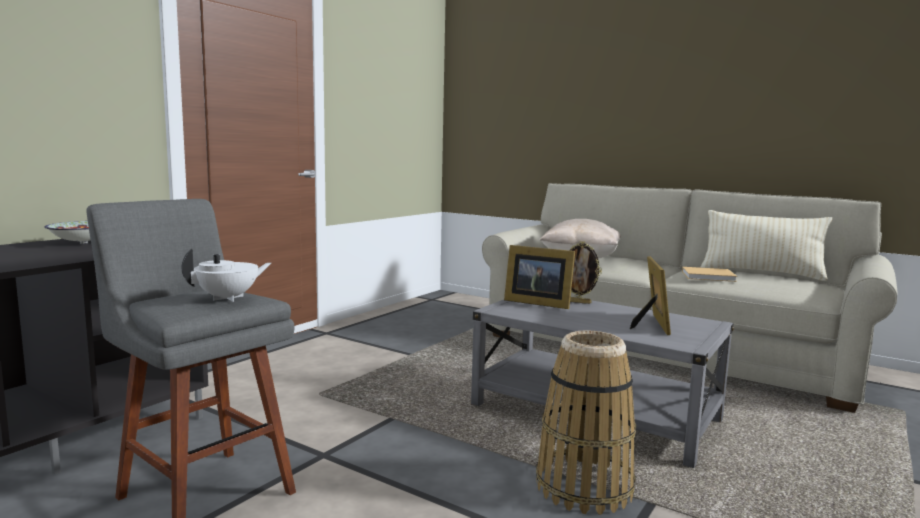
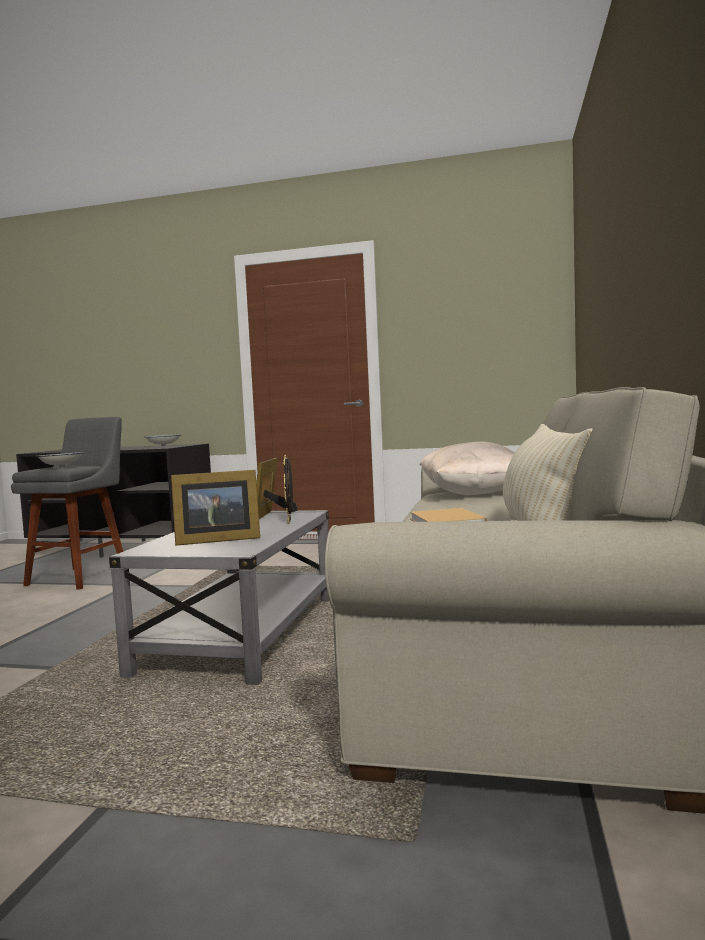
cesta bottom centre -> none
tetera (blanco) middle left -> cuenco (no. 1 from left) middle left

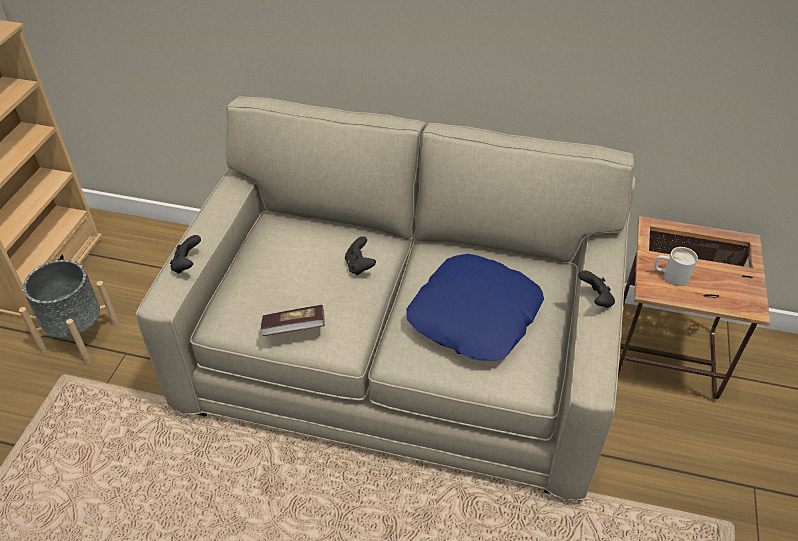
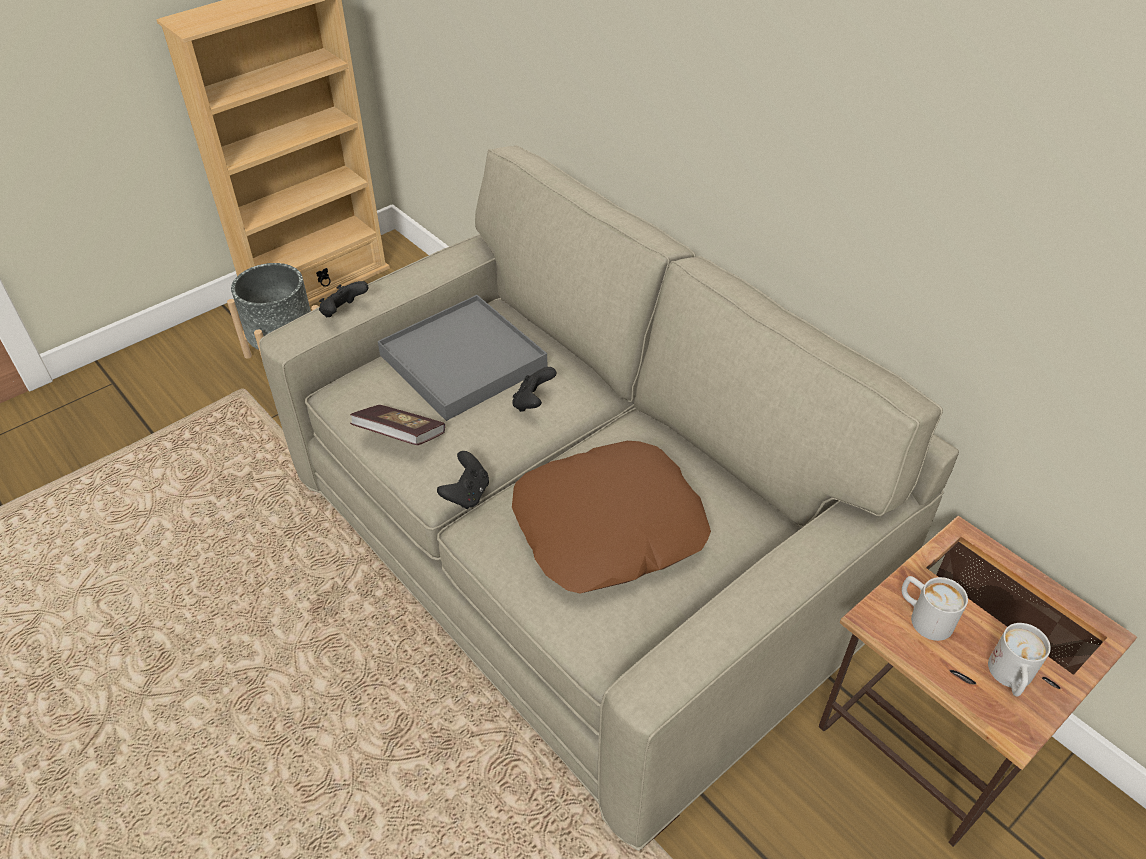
none -> bandeja (gris) centre
none -> taza grande (blanco) (no. 2 from left) bottom right
mando de consola (negro) (no. 3 from left in the first image) middle right -> mando de consola (negro) (no. 2 from left) centre, shifted
cojín (azul) centre -> cojín (marrón) centre

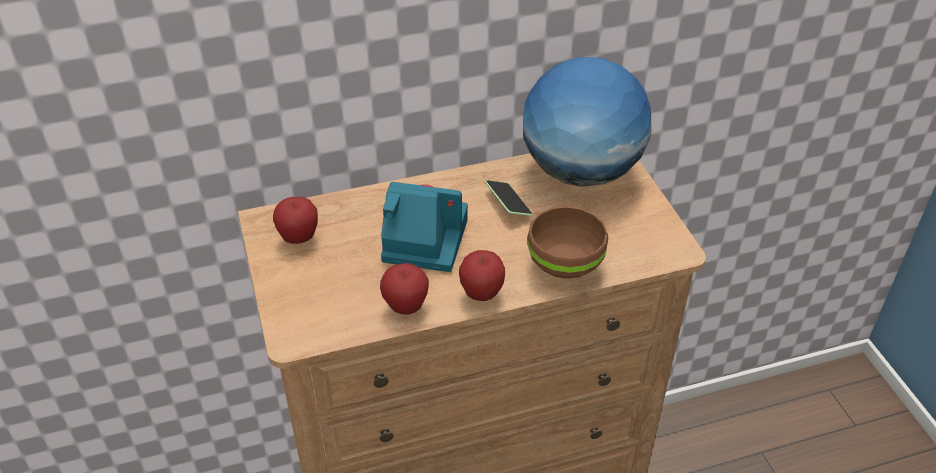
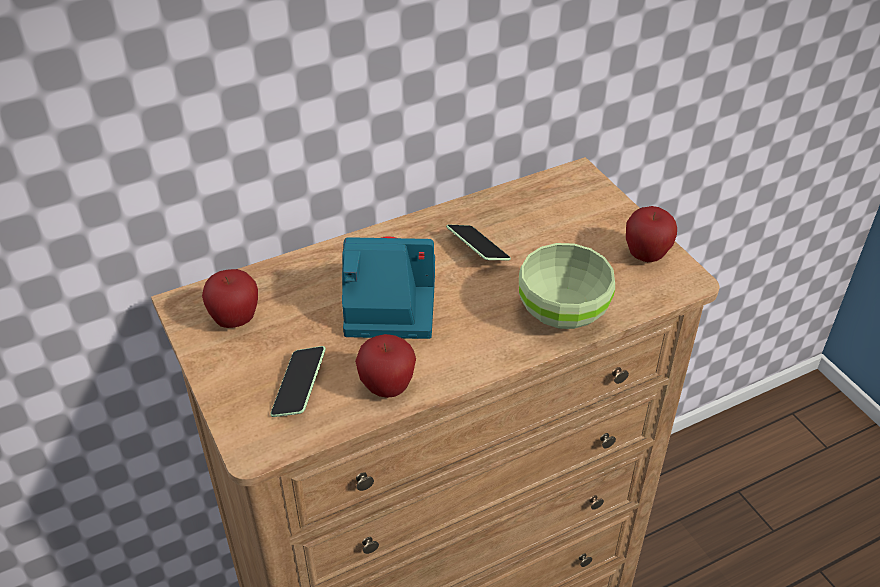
globo terráqueo top centre -> none
none -> móvil (no. 1 from left) centre
manzana (no. 3 from left) centre -> manzana (no. 3 from left) middle right, shifted
cuenco (marrón) centre -> cuenco (verde) centre

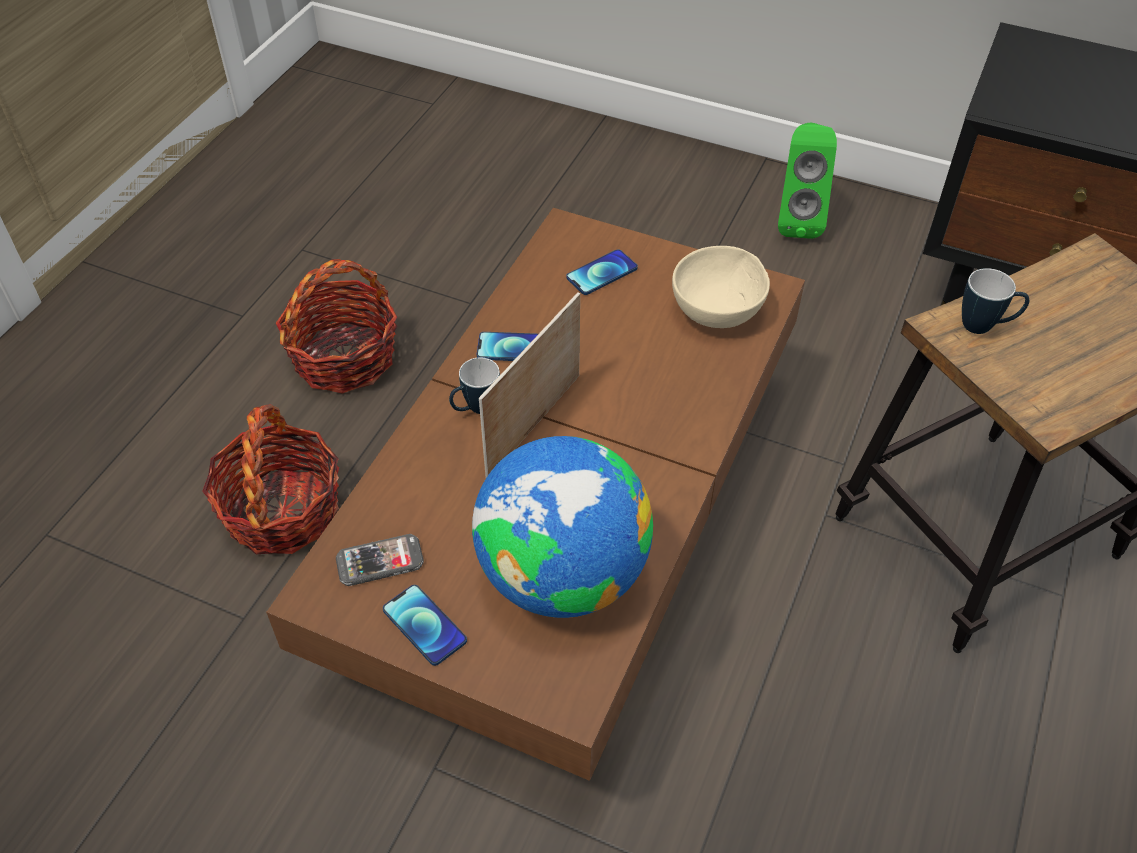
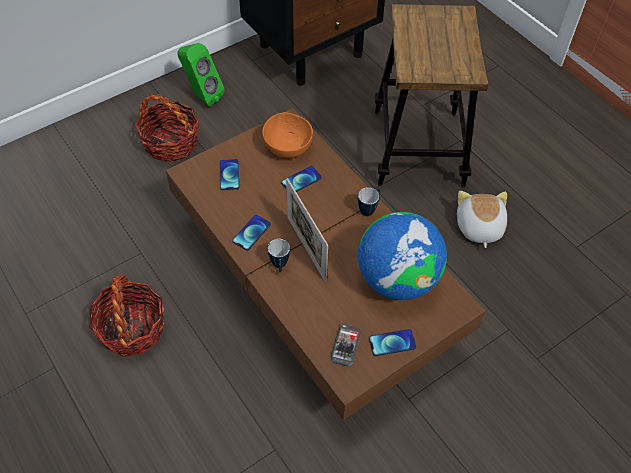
none -> móvil (no. 3 from left) centre
none -> peluche middle right
cesta (no. 1 from left in the first image) middle left -> cesta (no. 2 from left) top left, shifted
taza grande (no. 2 from left) middle right -> taza grande (no. 2 from left) centre, shifted
cuenco (beis) centre -> cuenco (naranja) top centre

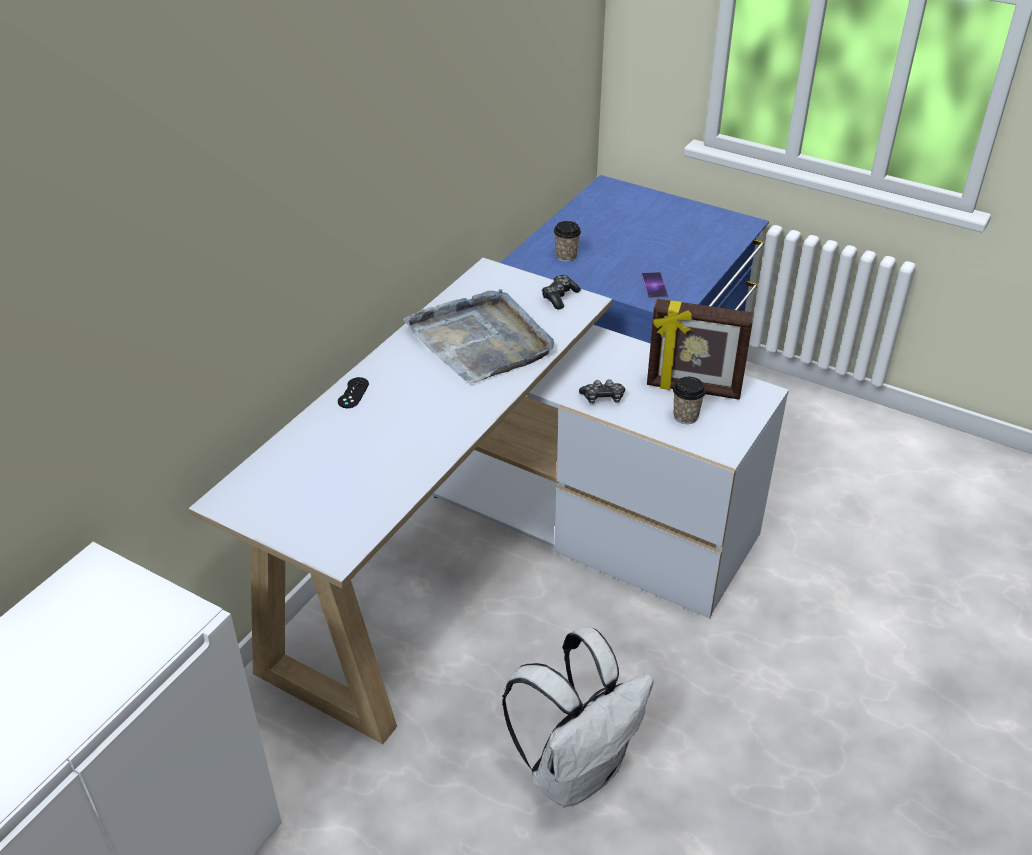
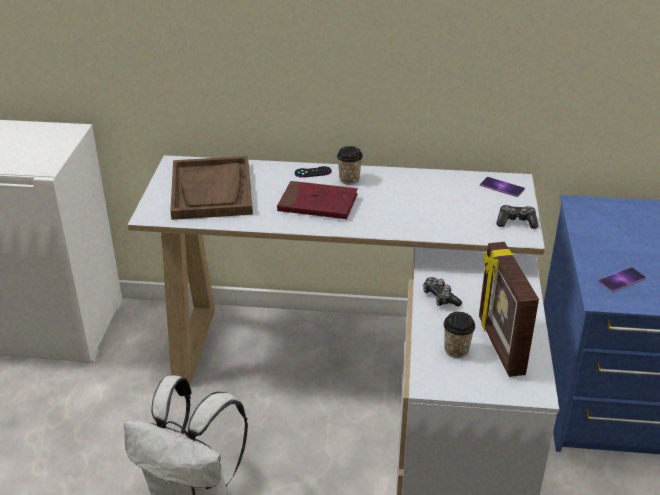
bandeja (gris) centre -> none
none -> bandeja (marrón) middle left
none -> libro (rojo) centre
none -> móvil (no. 1 from left) middle right
taza (no. 1 from left) top centre -> taza (no. 1 from left) centre, shifted

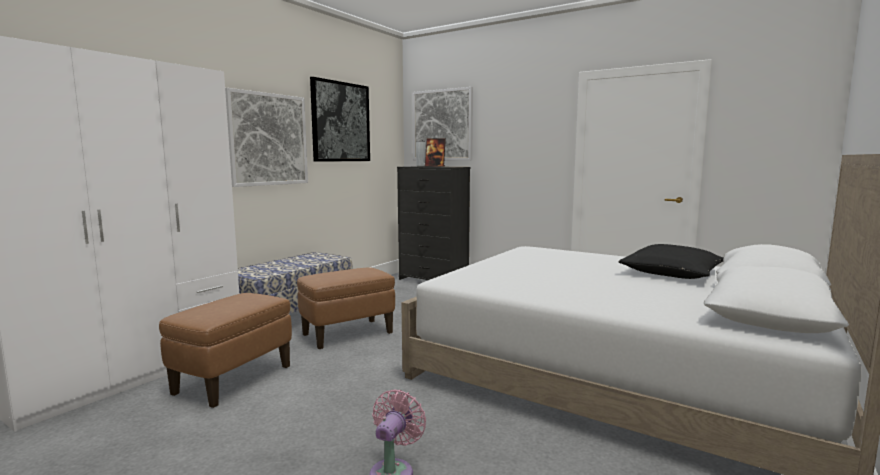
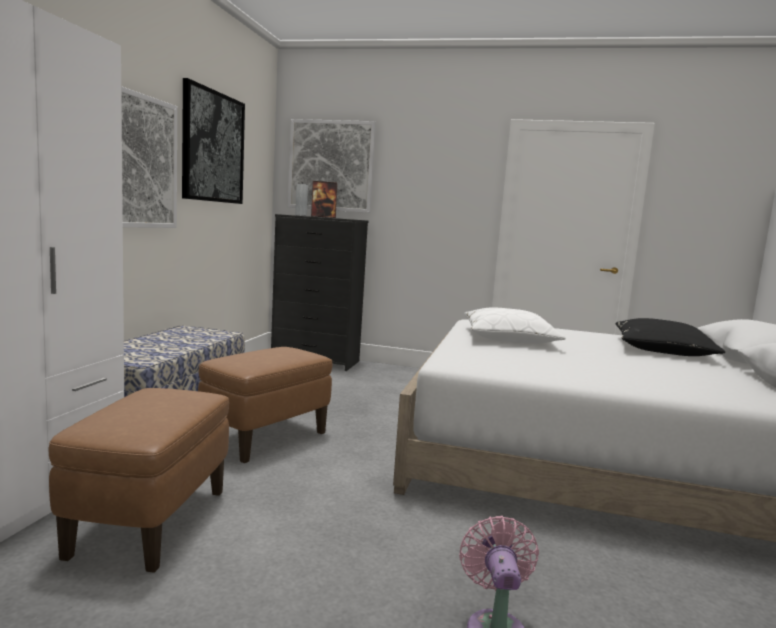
none -> cojín (blanco) centre

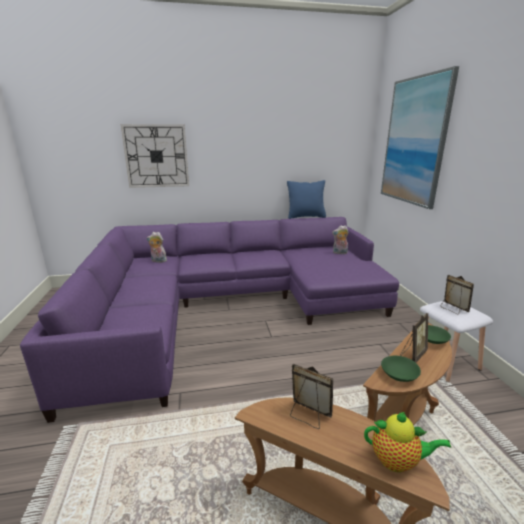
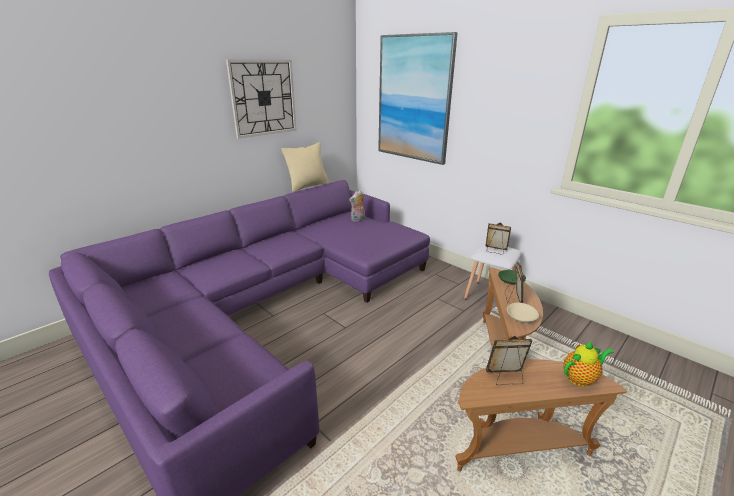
peluche (no. 1 from left) middle left -> none
reloj de pared top left -> reloj de pared top centre, shifted
cojín (azul) centre -> cojín (beis) centre
cuenco (verde) (no. 1 from left) bottom right -> cuenco (beis) middle right

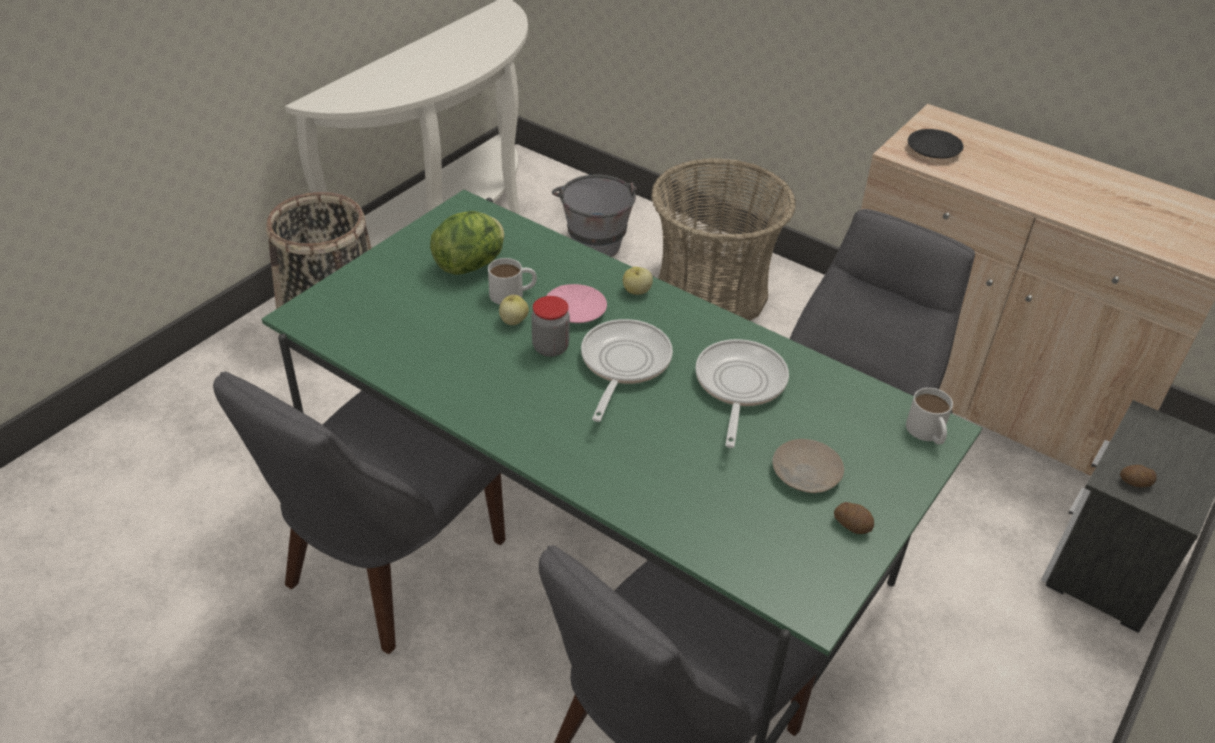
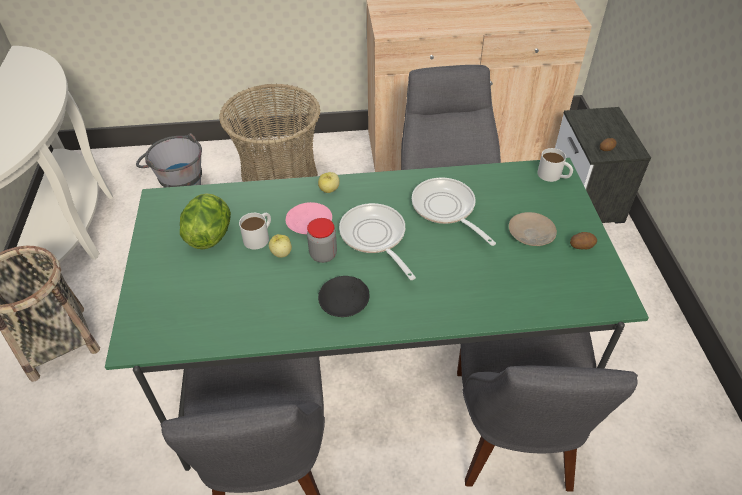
plato (negro) top right -> plato (negro) centre, shifted

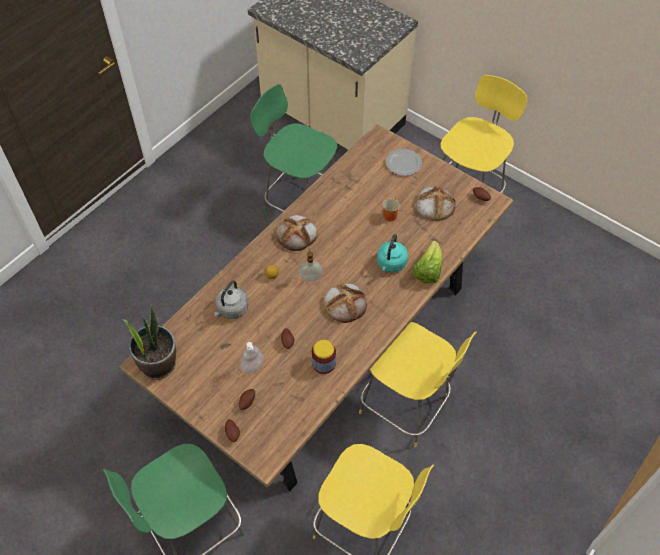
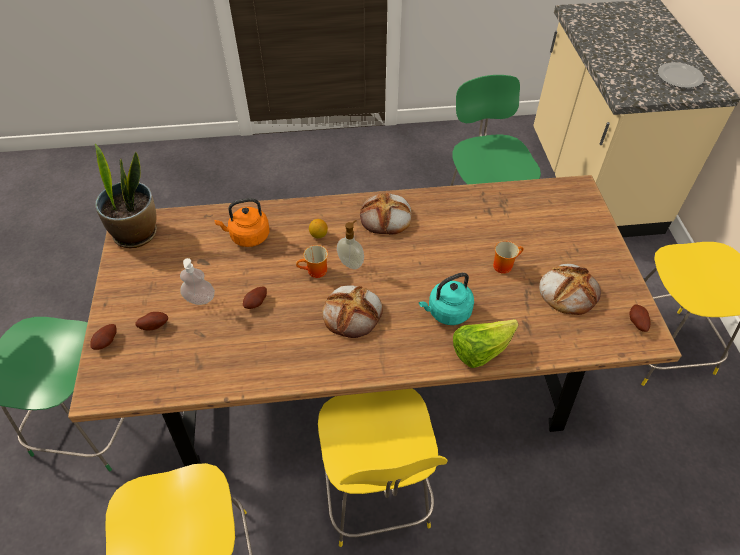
tarro centre -> none
none -> taza grande (no. 1 from left) centre
plato top centre -> plato top right, shifted
hervidor (gris) centre -> hervidor (naranja) middle left

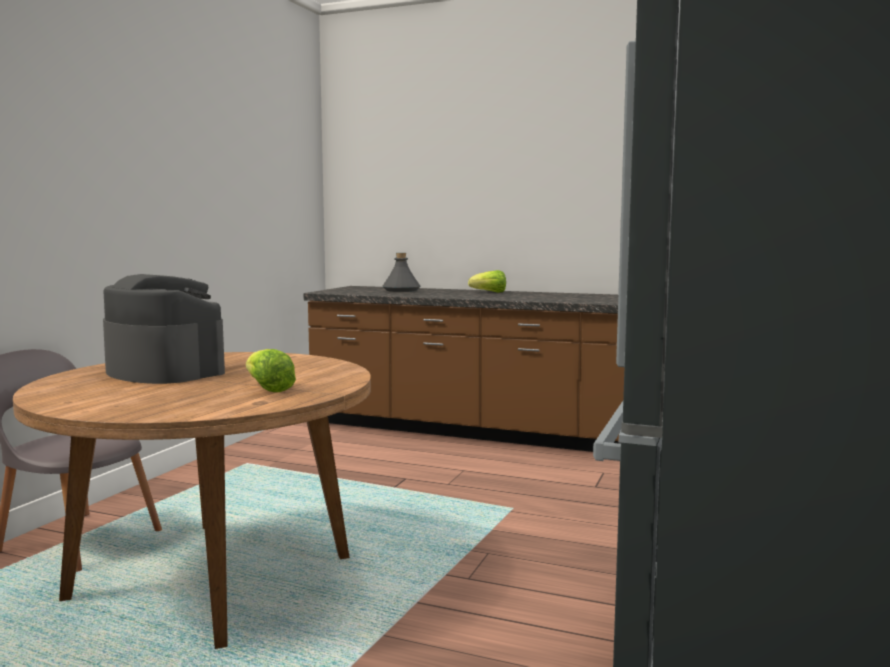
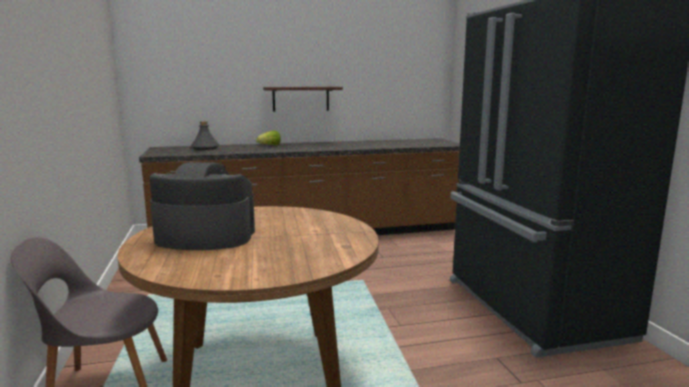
lechuga (no. 1 from left) middle left -> none
none -> estante top centre

